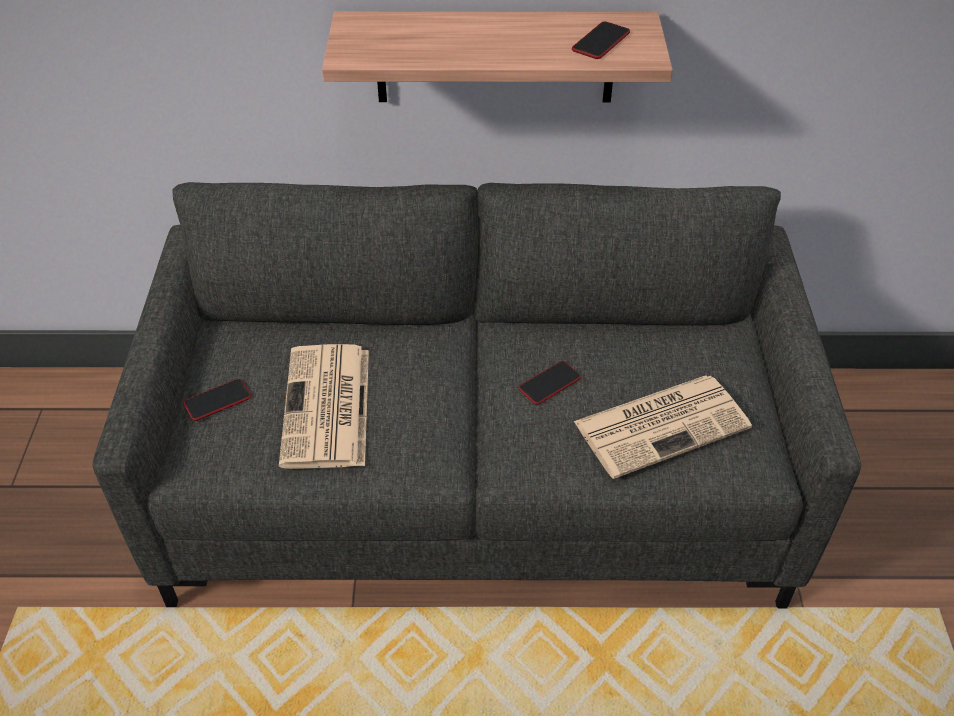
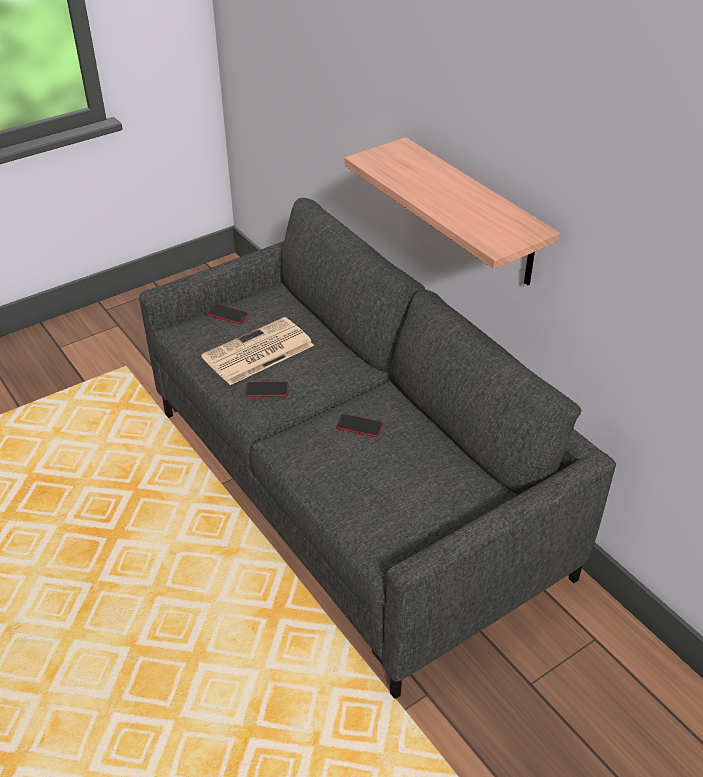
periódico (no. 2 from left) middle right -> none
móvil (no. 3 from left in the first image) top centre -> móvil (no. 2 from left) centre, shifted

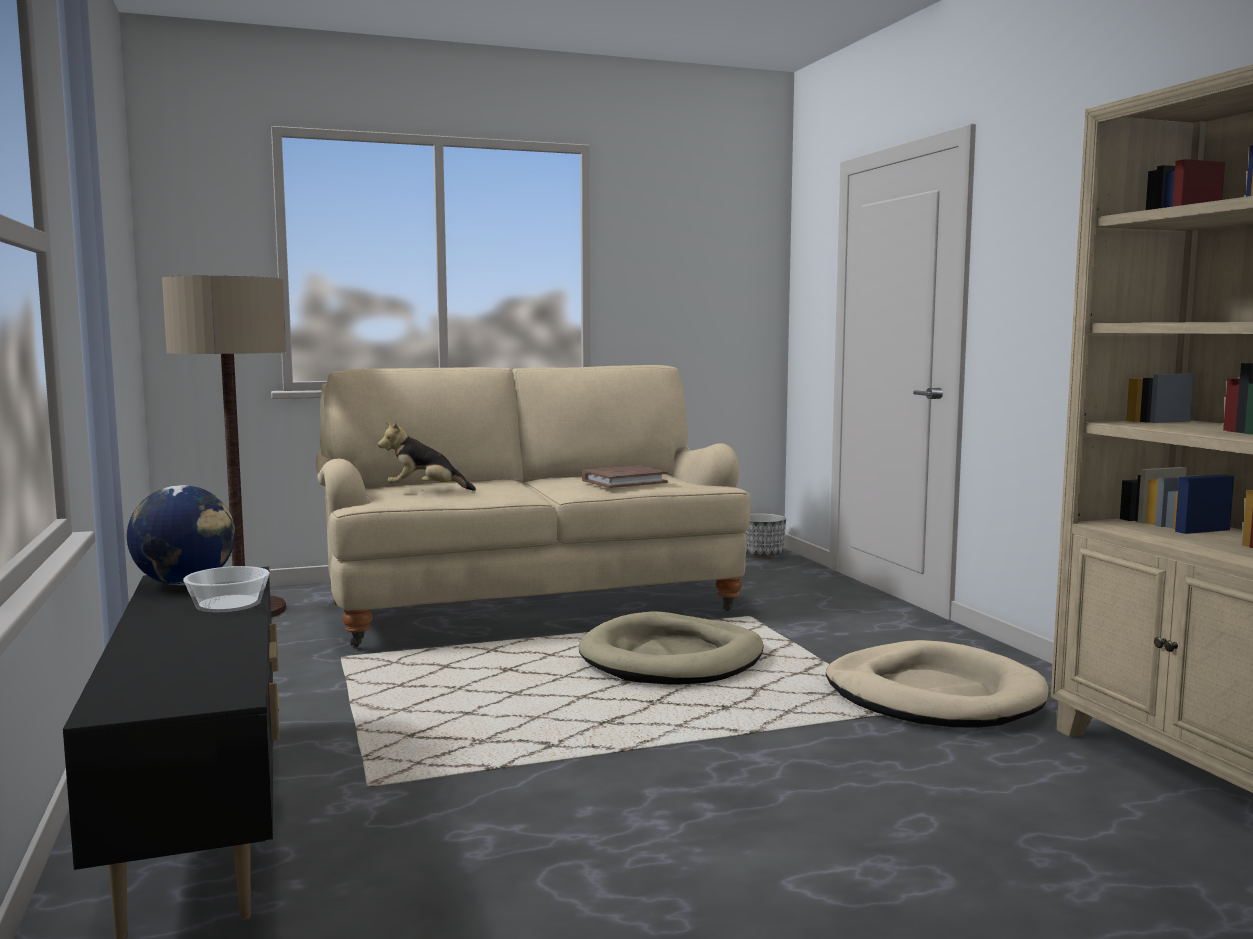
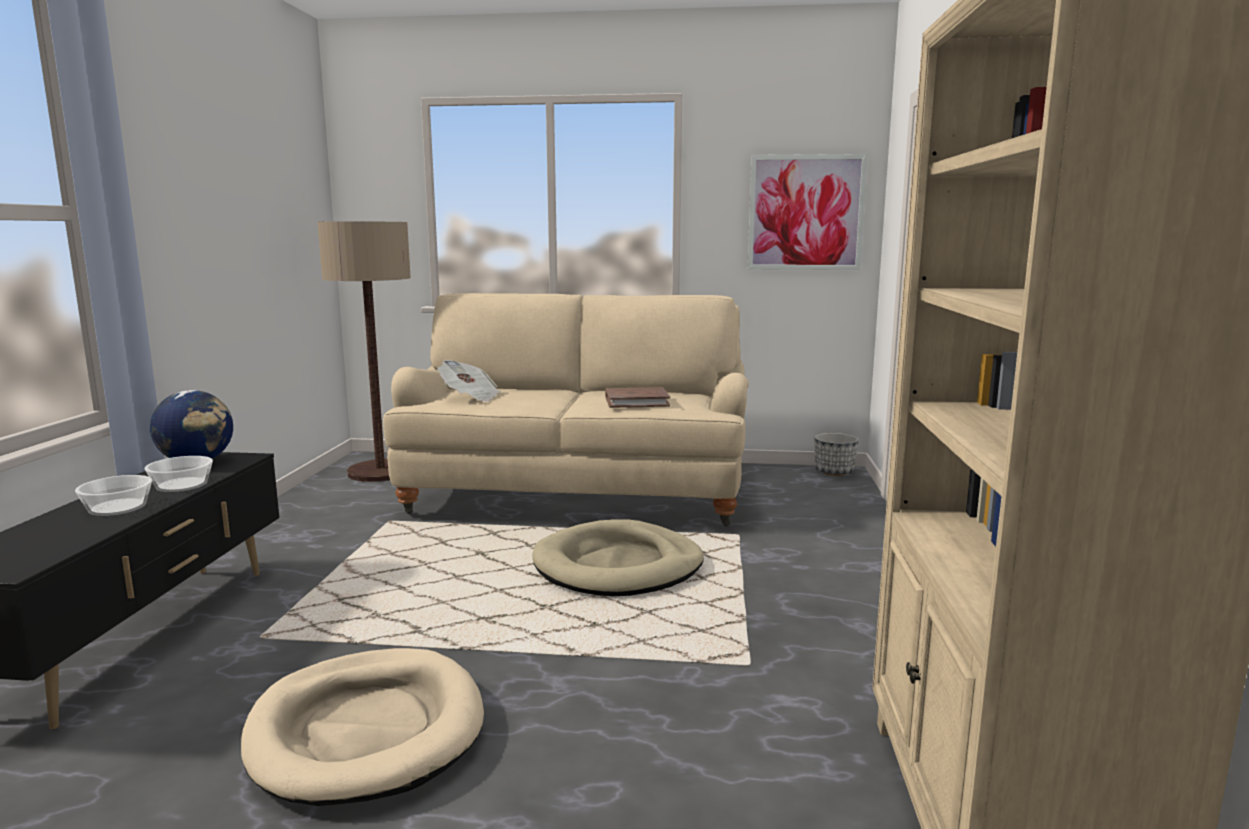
none -> cuenco (no. 1 from left) middle left
none -> cuadro top centre
cama para perro (beis) (no. 2 from left in the first image) bottom right -> cama para perro (beis) (no. 1 from left) bottom left, shifted
peluche centre -> periódico centre

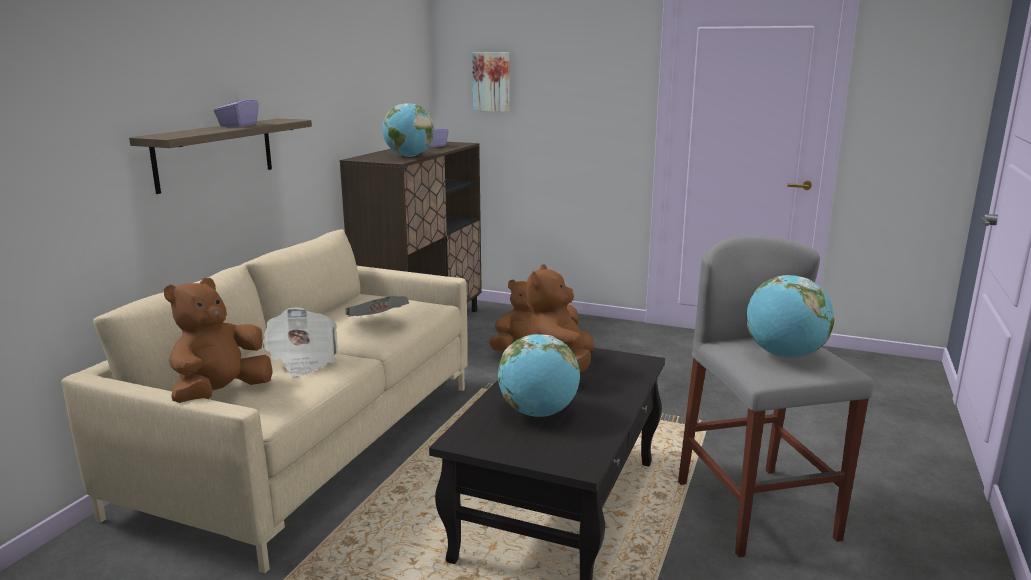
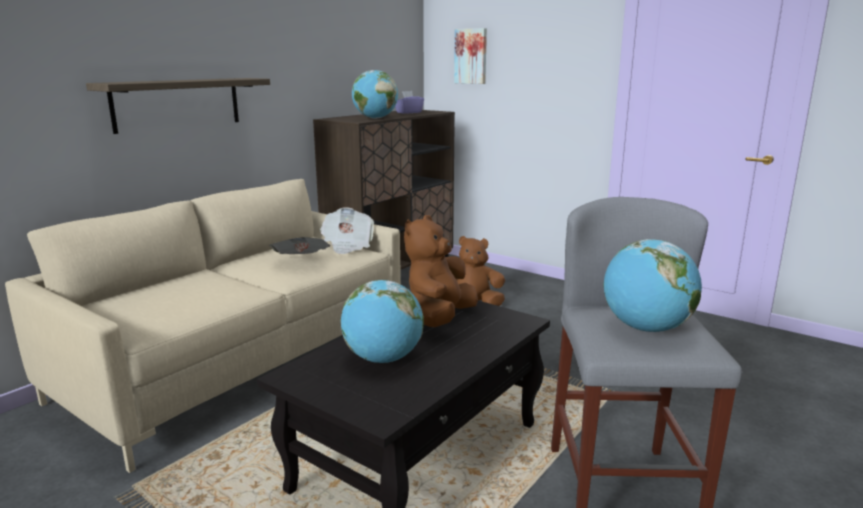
peluche (marrón) (no. 1 from left) middle left -> none
caja de pañuelos (morado) (no. 1 from left) top left -> none
periódico (no. 1 from left in the first image) middle left -> periódico (no. 2 from left) centre, shifted

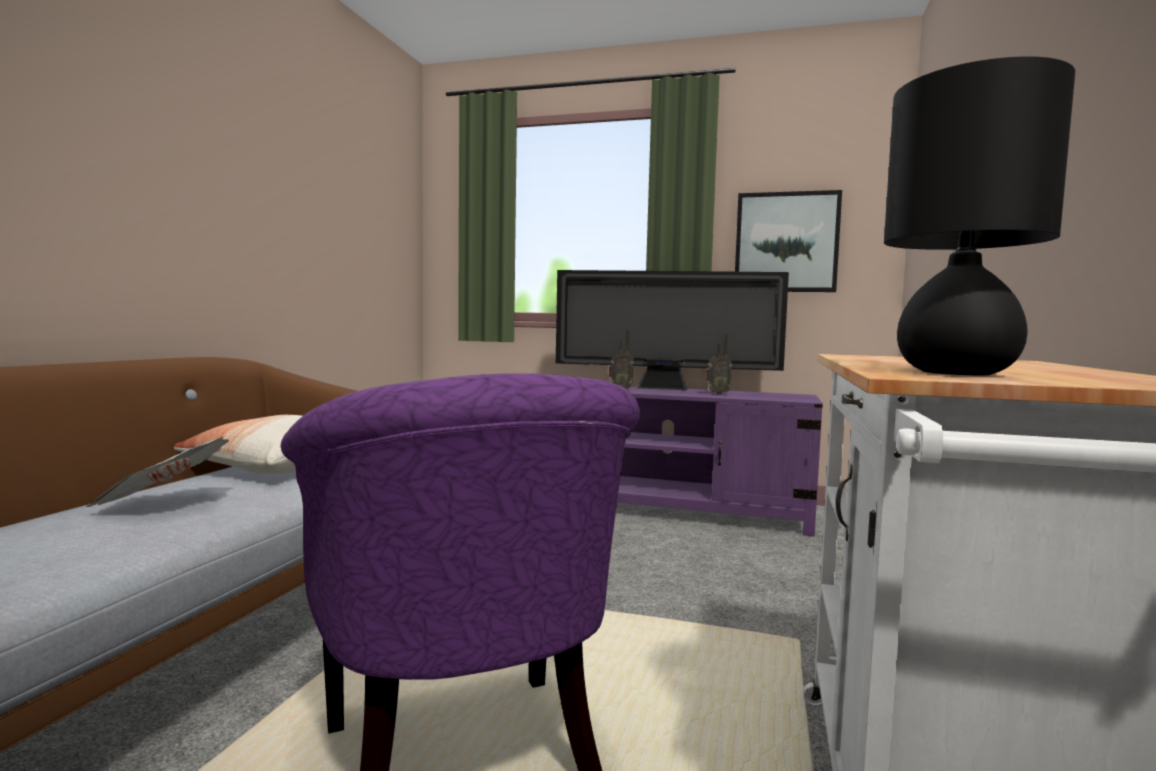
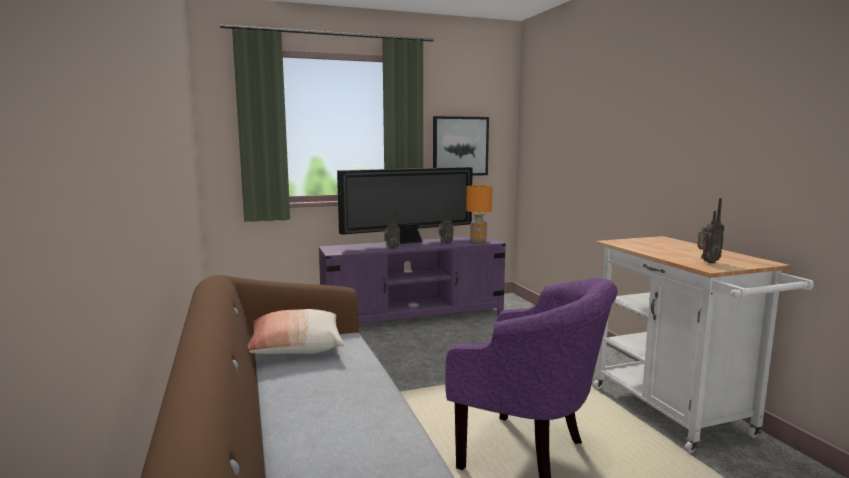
periódico middle left -> none
none -> lámpara de mesa (naranja) centre
lámpara de mesa (negro) top right -> radio (no. 3 from left) middle right

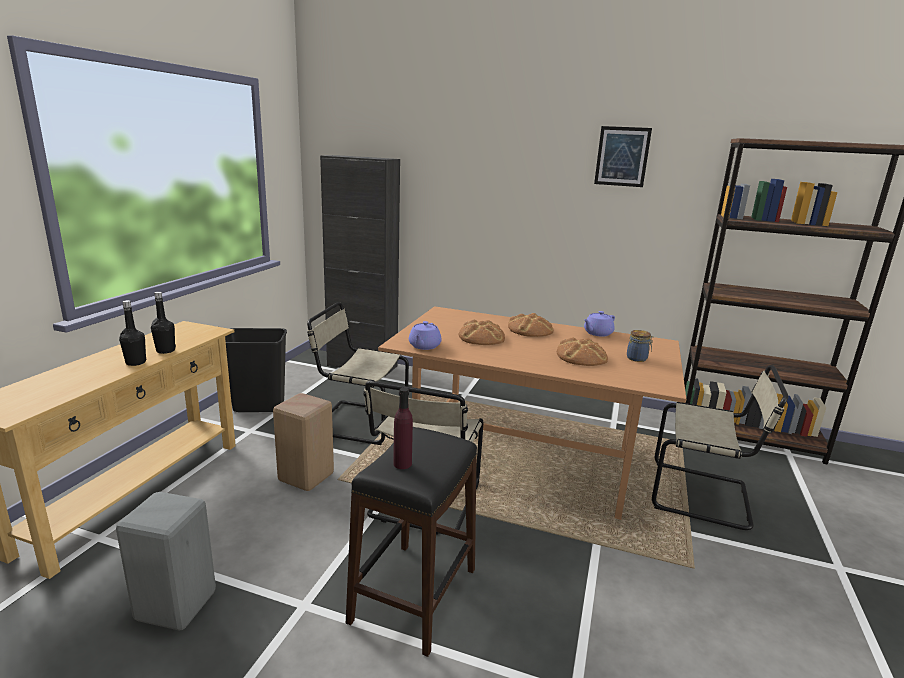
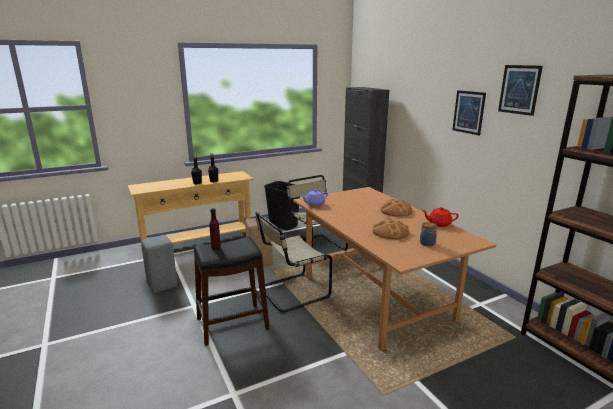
pan (no. 1 from left) centre -> none
silla (beis) (no. 3 from left) middle right -> none
none -> cuadro (no. 1 from left) top right
tetera (morado) (no. 2 from left) centre -> tetera (rojo) middle right

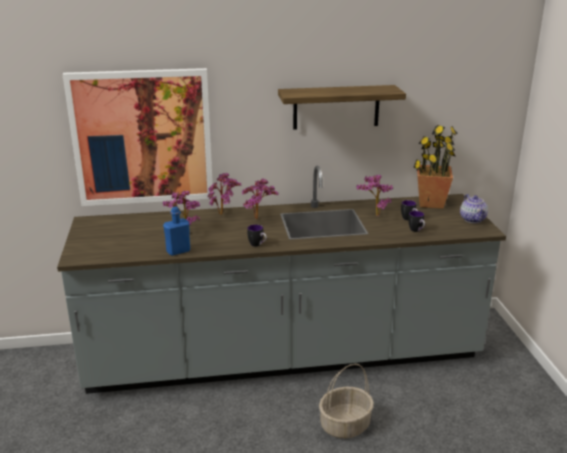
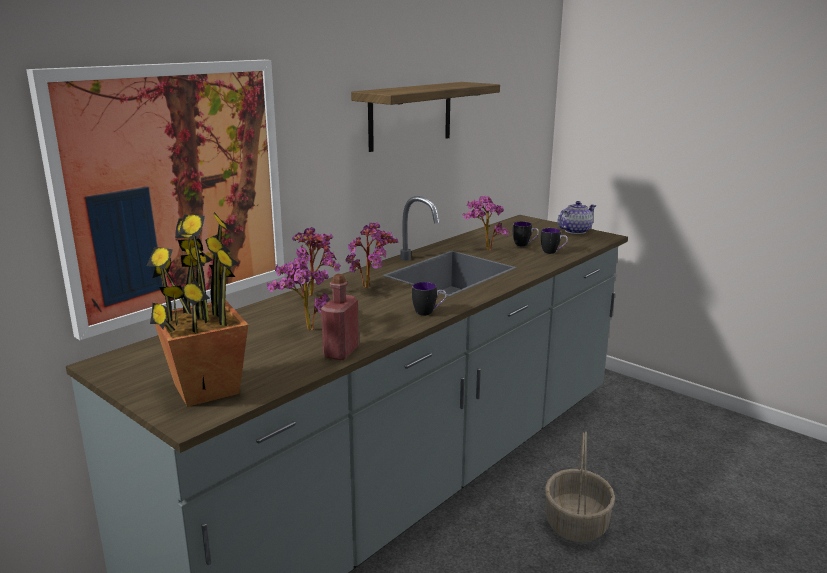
planta en maceta (no. 5 from left in the first image) middle right -> planta en maceta (no. 1 from left) middle left, shifted
botella (azul) middle left -> botella (rojo) centre
tetera middle right, 75 degrees counterclockwise

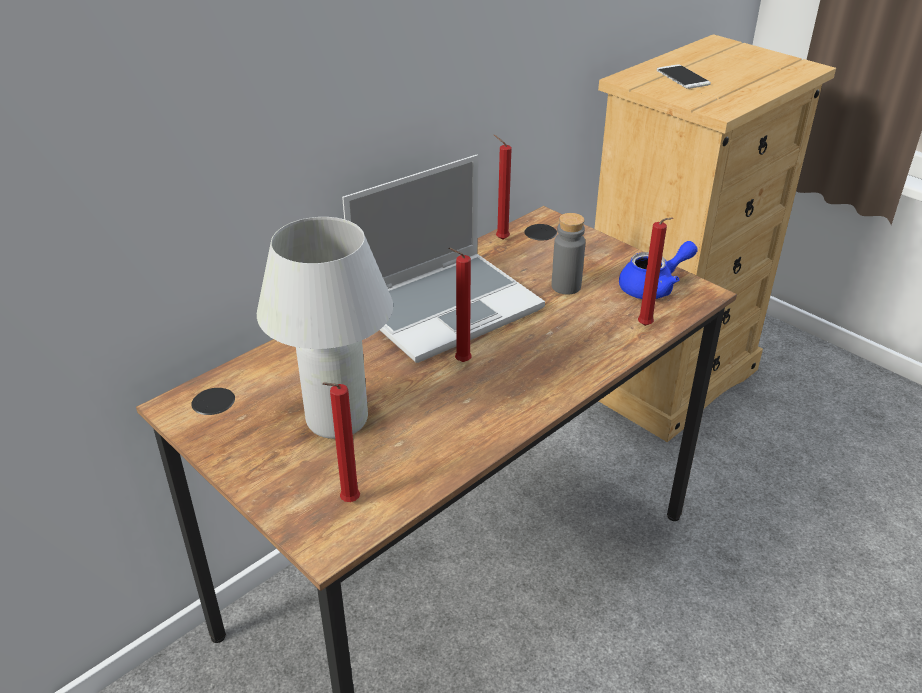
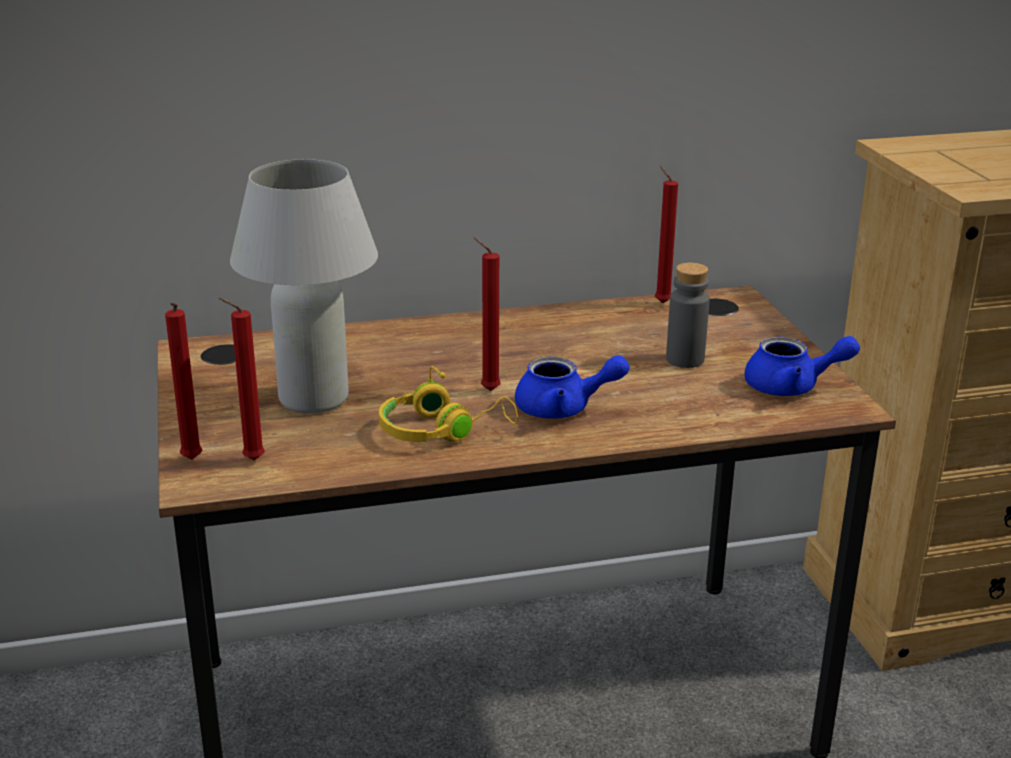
portátil centre -> none
móvil top right -> none
none -> auriculares (amarillo) centre
none -> tetera (azul) (no. 1 from left) centre
vela (rojo) (no. 4 from left in the first image) middle right -> vela (rojo) (no. 1 from left) middle left, shifted

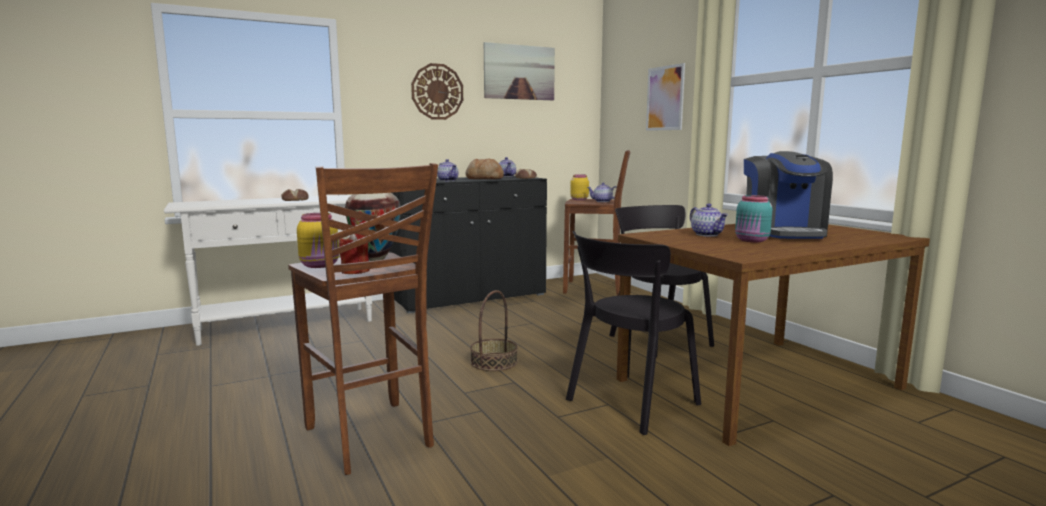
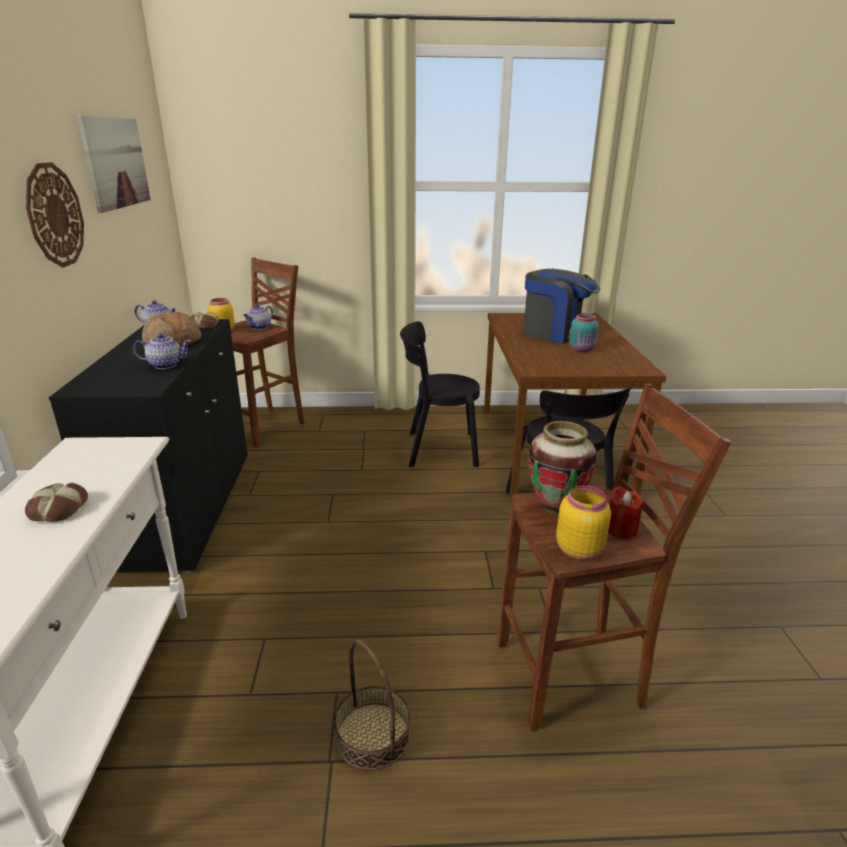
cuadro (no. 2 from left) top centre -> none
tetera (no. 4 from left) middle right -> none
cesta centre -> cesta bottom centre, shifted

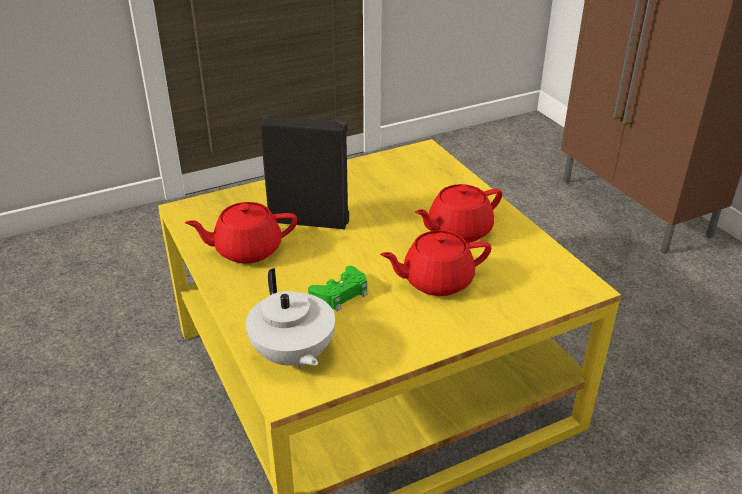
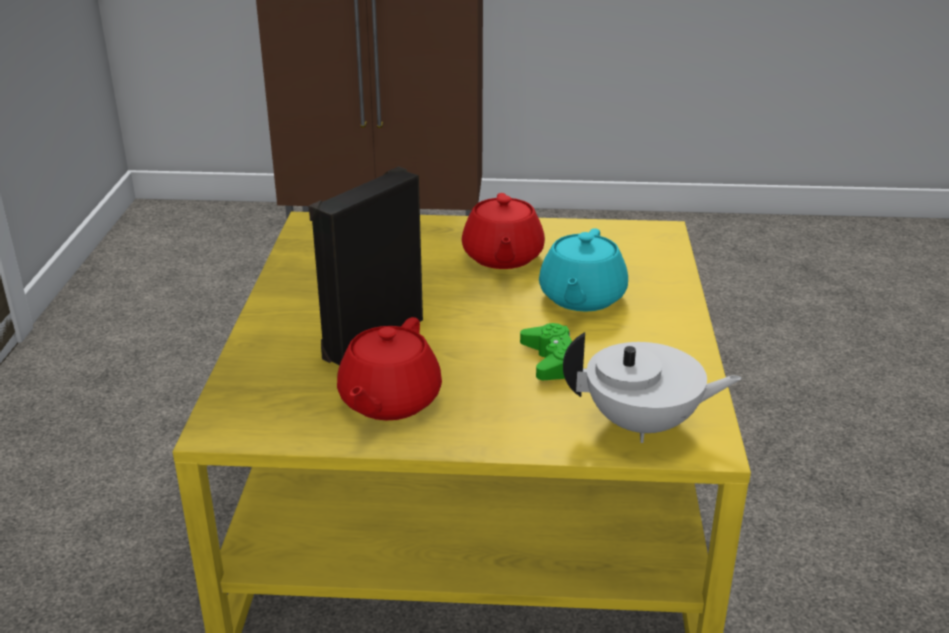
tetera (rojo) (no. 2 from left) centre -> tetera (turquesa) centre

